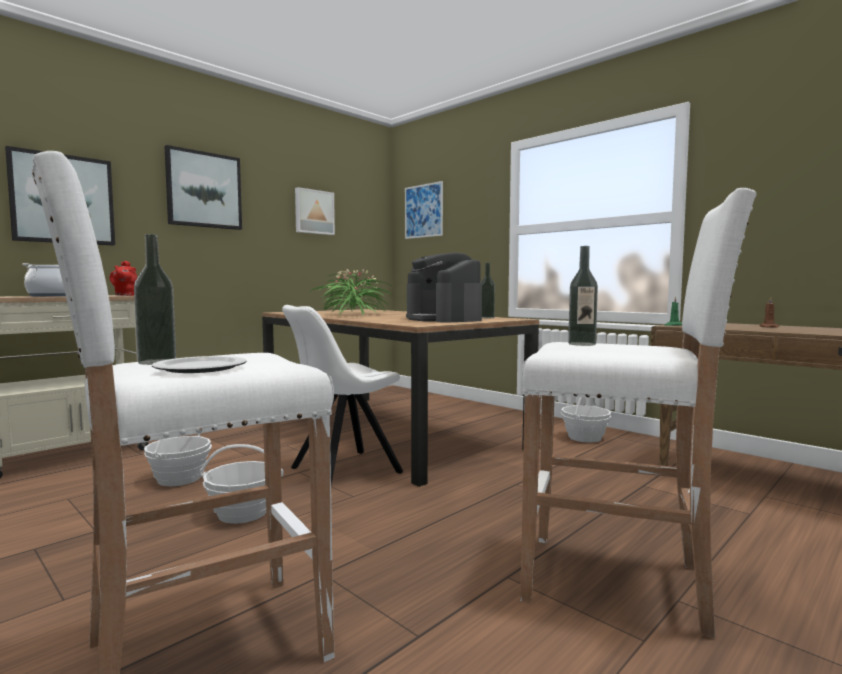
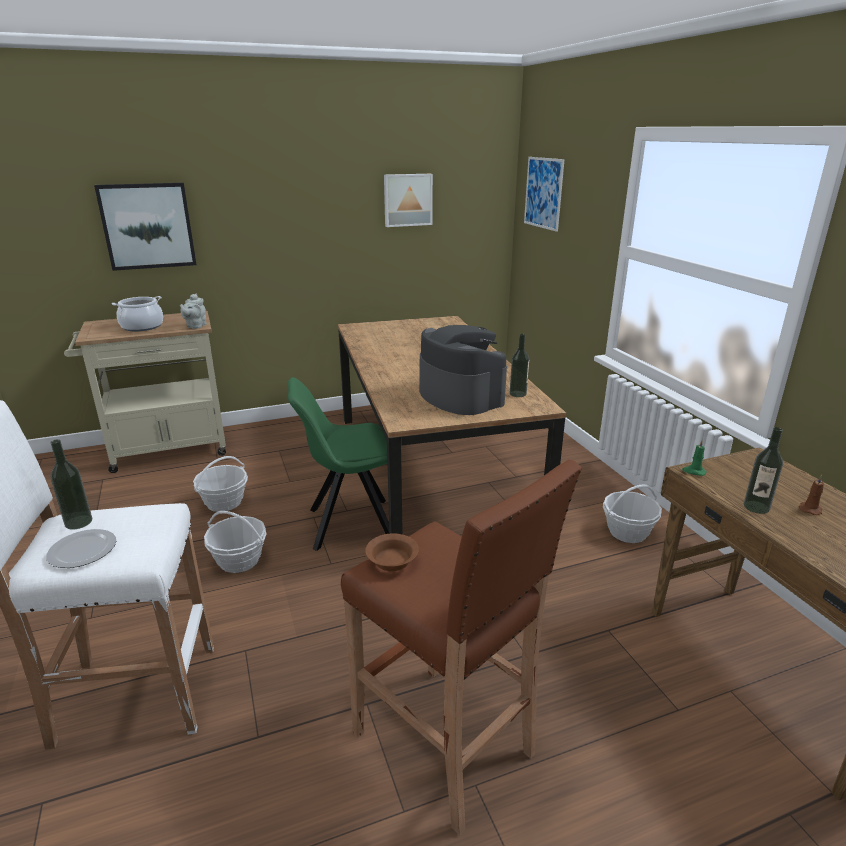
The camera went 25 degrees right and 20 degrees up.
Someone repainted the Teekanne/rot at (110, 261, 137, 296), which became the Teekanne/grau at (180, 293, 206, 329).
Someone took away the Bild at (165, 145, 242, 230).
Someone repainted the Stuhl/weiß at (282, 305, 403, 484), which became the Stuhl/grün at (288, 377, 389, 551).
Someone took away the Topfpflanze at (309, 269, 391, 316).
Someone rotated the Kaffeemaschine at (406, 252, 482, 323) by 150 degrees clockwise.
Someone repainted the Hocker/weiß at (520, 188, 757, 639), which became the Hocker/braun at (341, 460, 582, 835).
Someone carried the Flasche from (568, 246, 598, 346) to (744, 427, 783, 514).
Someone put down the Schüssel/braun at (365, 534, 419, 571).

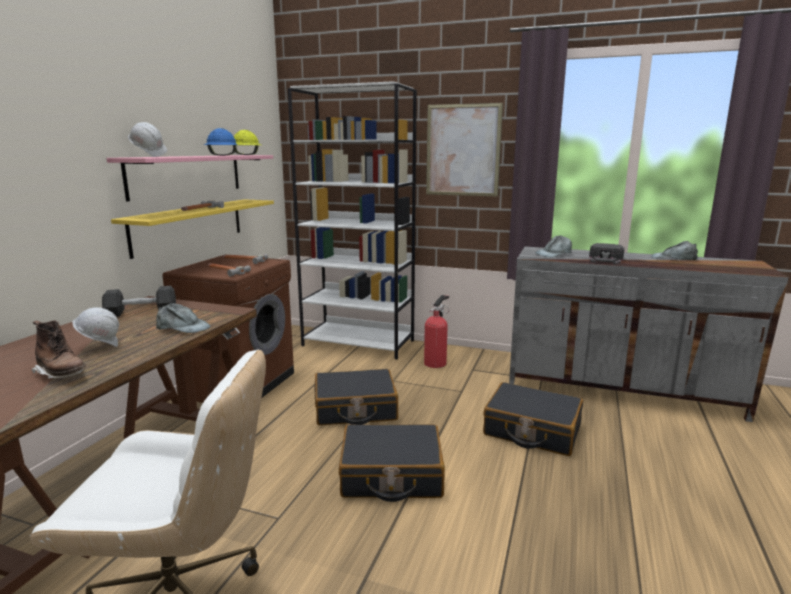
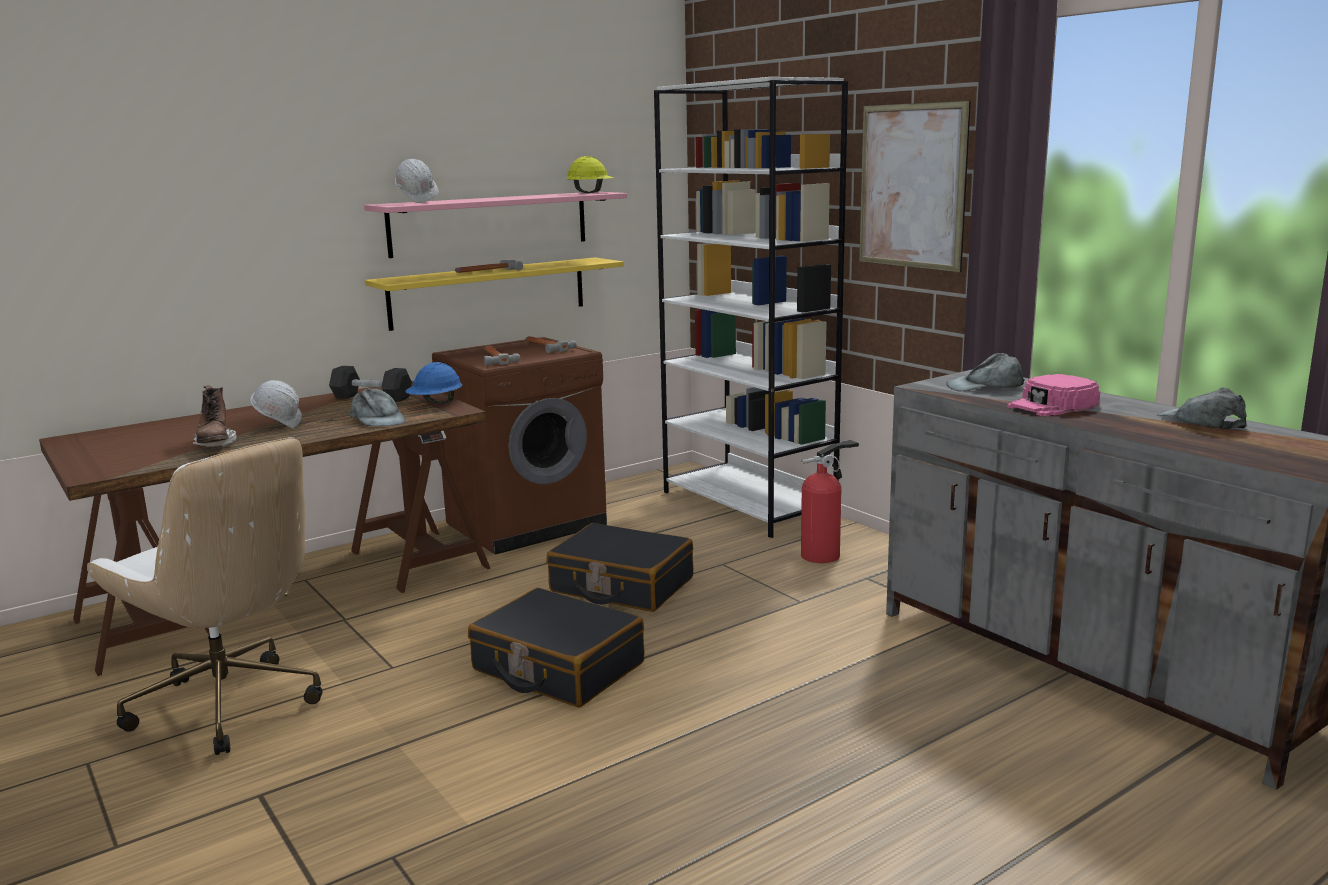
The camera went 35 degrees right and 0 degrees up.
Someone carried the Schutzhelm/blau from (204, 128, 237, 156) to (405, 362, 462, 404).
Someone took away the Koffer/schwarz at (483, 382, 583, 456).
Someone repainted the Kappe/schwarz at (589, 243, 625, 264), which became the Kappe/rosa at (1007, 374, 1100, 416).

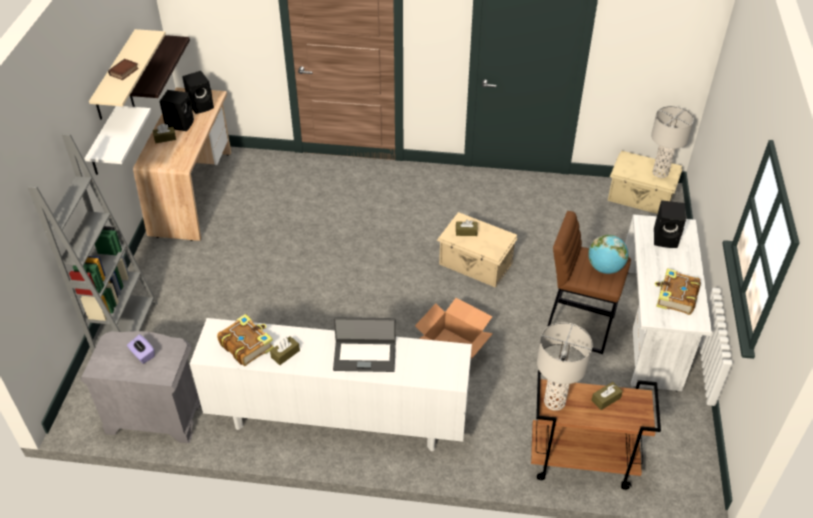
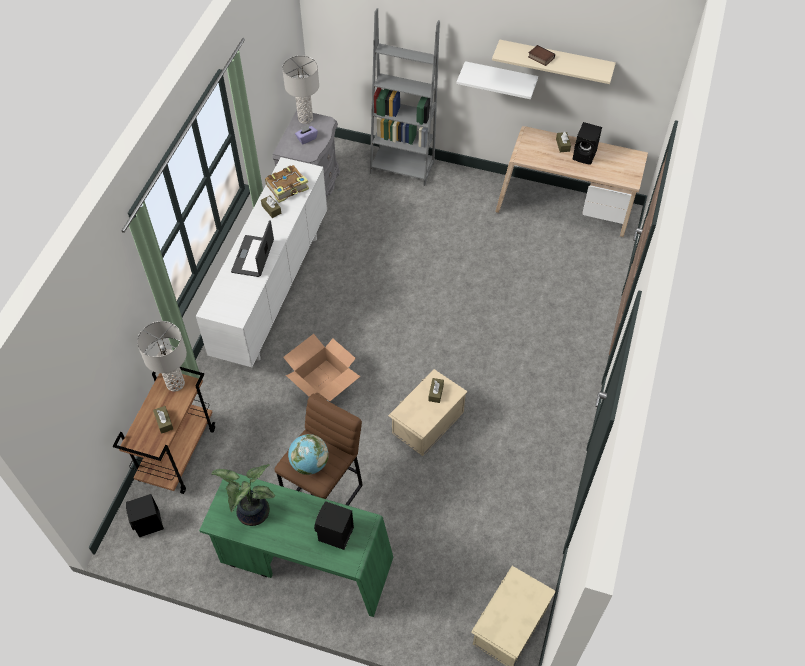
The camera went 100 degrees right and 10 degrees up.
Someone took away the Wandregal at (130, 35, 190, 107).
Someone carried the Lautsprecher/schwarz from (182, 71, 214, 114) to (126, 494, 164, 537).
Someone repainted the Schreibtisch/weiß at (625, 214, 712, 392), which became the Schreibtisch/grün at (199, 474, 393, 617).
Someone carried the Tischlampe/weiß from (651, 106, 694, 178) to (282, 55, 319, 124).
Someone swapped the Buch at (654, 268, 701, 315) for the Topfpflanze at (211, 464, 275, 526).

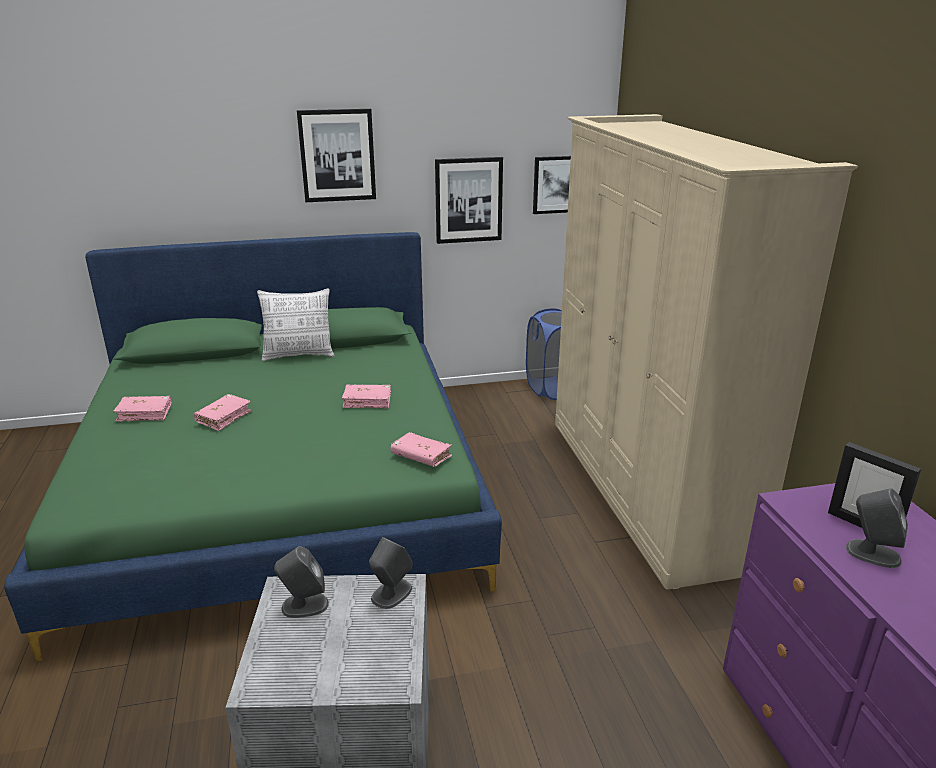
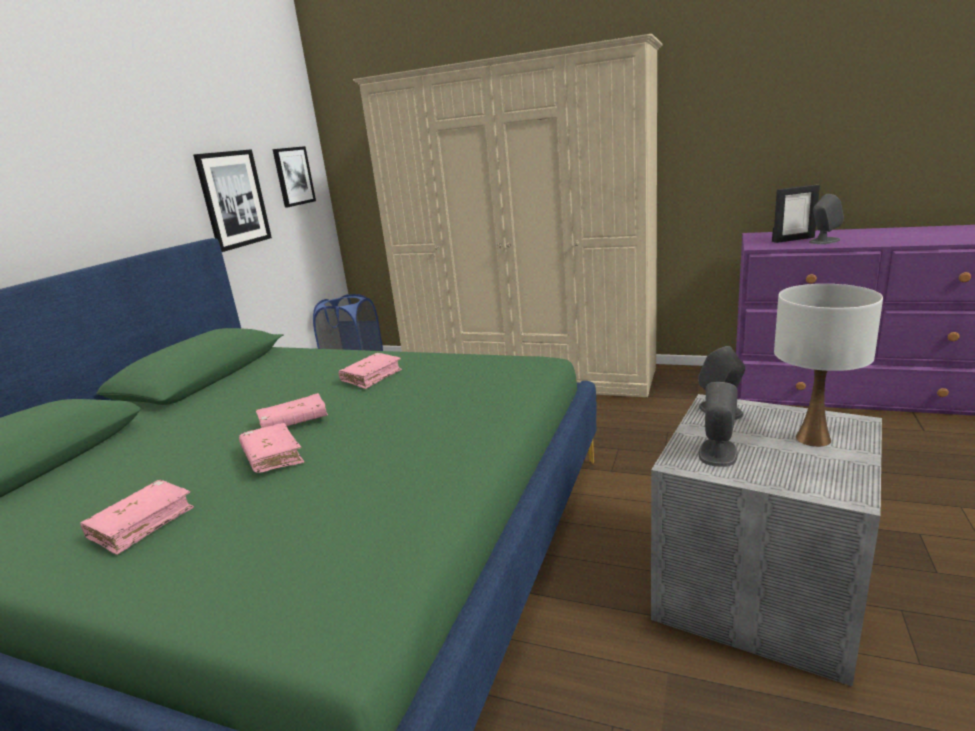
The camera went 55 degrees left and 5 degrees down.
Someone took away the Kissen at (257, 288, 335, 361).
Someone took away the Bild at (297, 109, 376, 202).
Someone carried the Buch/rosa from (391, 432, 452, 467) to (256, 393, 328, 428).
Someone put down the Tischlampe/weiß at (774, 284, 883, 447).

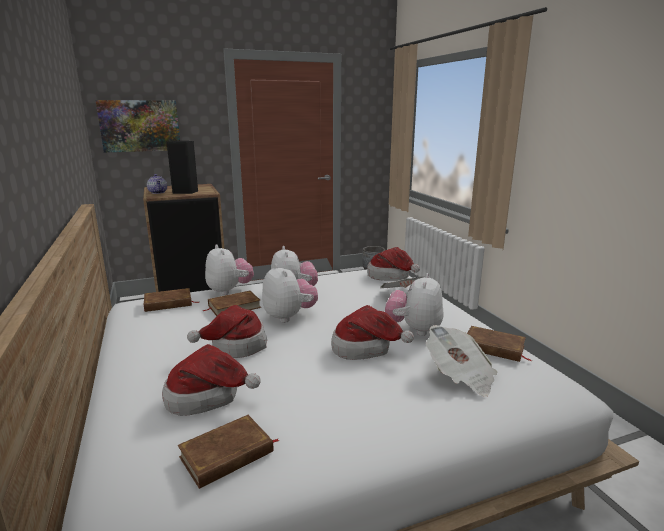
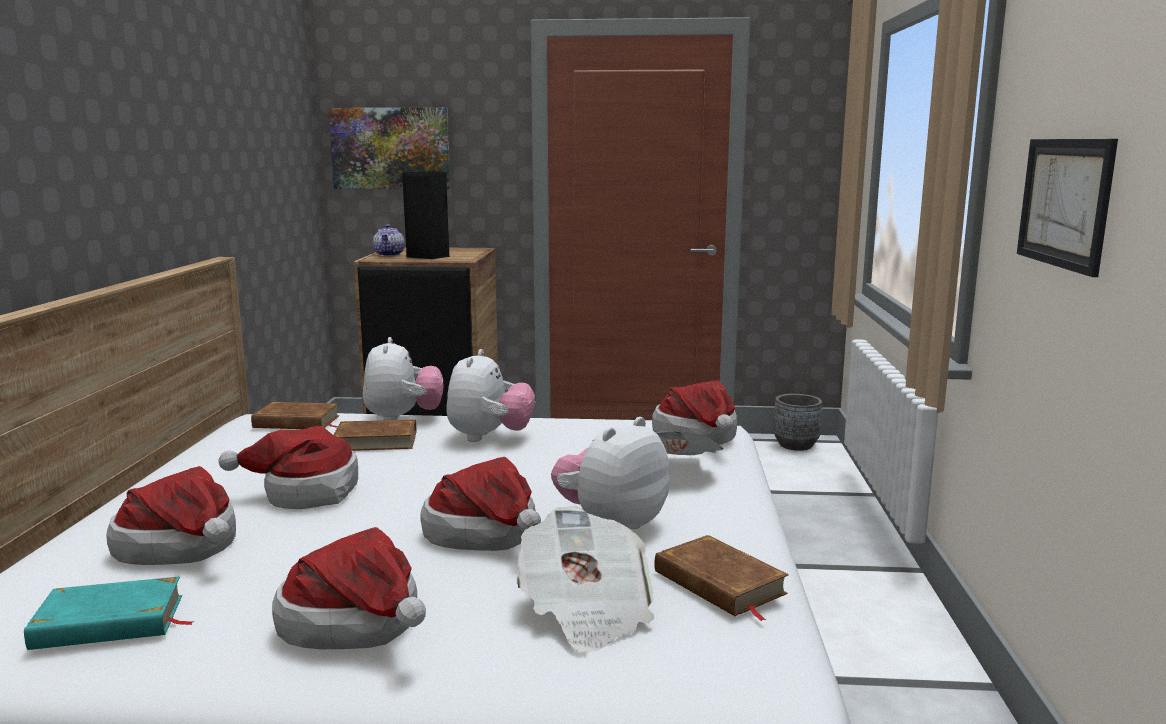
The camera went 25 degrees right and 5 degrees down.
Someone repainted the Buch/braun at (178, 415, 280, 489), which became the Buch/türkis at (24, 576, 195, 650).
Someone took away the Plüschtier at (262, 264, 318, 323).
Someone put down the Hut at (272, 527, 426, 649).
Someone put up the Bild at (1017, 139, 1118, 277).

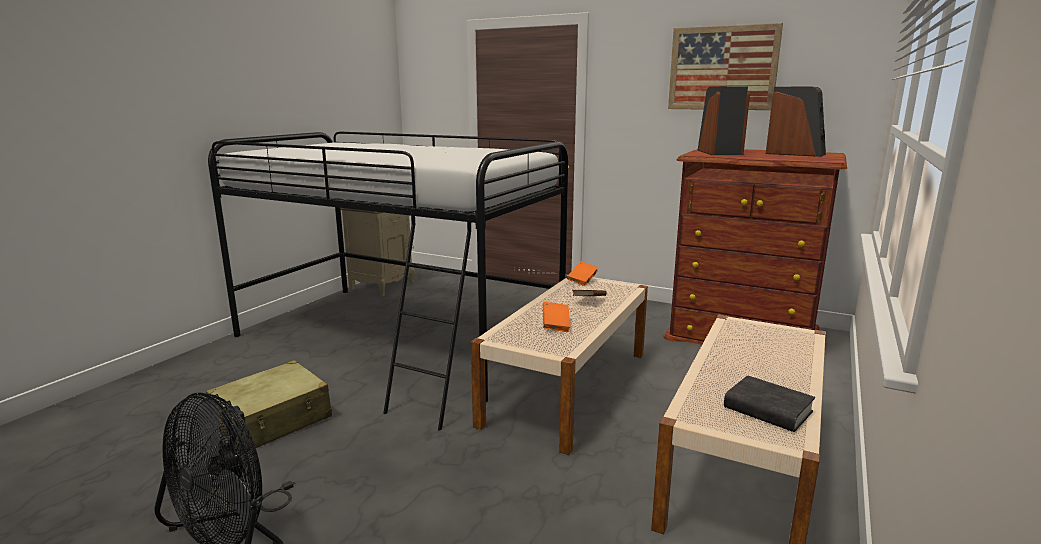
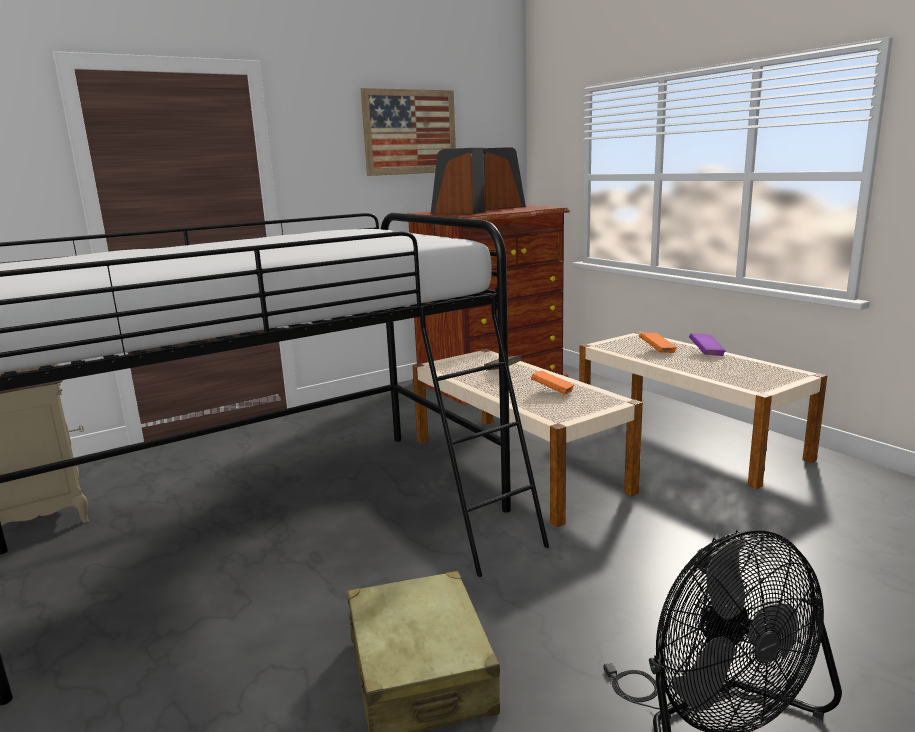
The camera went 60 degrees left and 0 degrees up.
Someone carried the Buch/orange from (567, 261, 598, 286) to (639, 333, 677, 353).
Someone took away the Buch/schwarz at (724, 375, 815, 432).
Someone put down the Buch/lila at (689, 333, 726, 356).

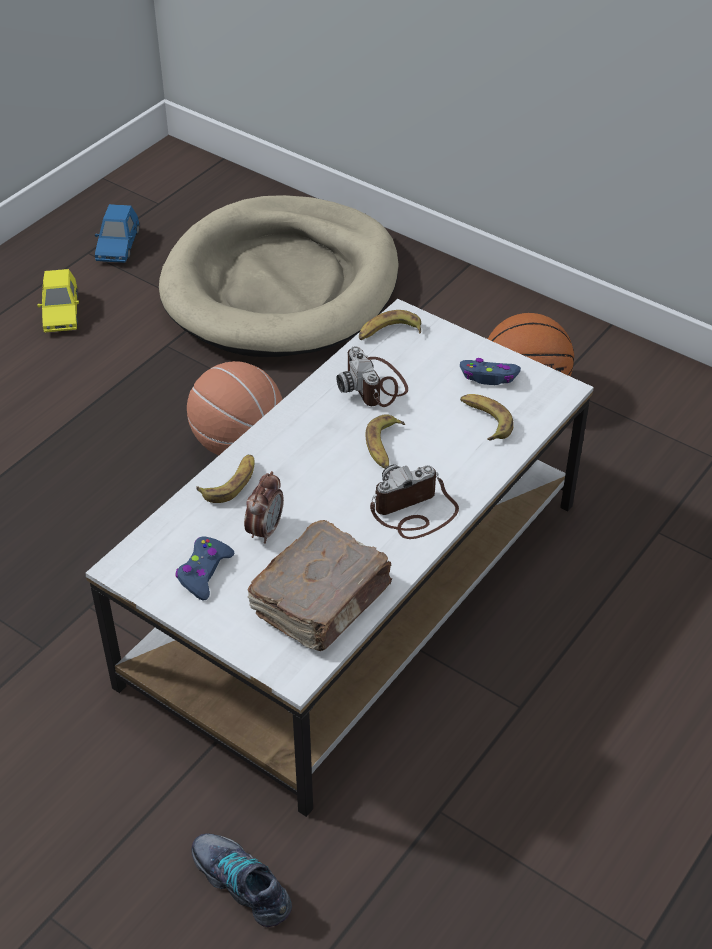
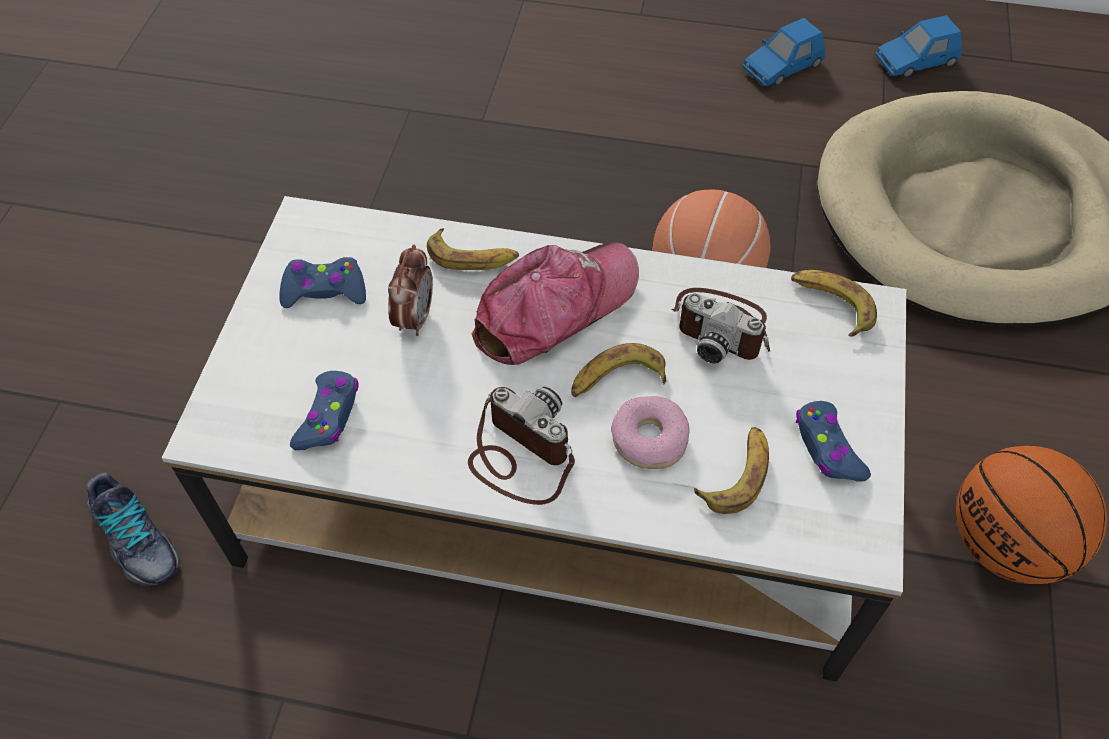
The camera went 65 degrees right and 10 degrees up.
Someone repainted the Spielzeugauto/gelb at (38, 269, 79, 332), which became the Spielzeugauto/blau at (743, 18, 825, 86).
Someone rotated the Schuh at (191, 833, 292, 927) by 120 degrees clockwise.
Someone rotated the Wecker at (244, 471, 284, 544) by 75 degrees counterclockwise.
Someone swapped the Buch/braun at (248, 520, 392, 651) for the Gamepad/blau at (290, 371, 358, 450).
Someone rotated the Kamera at (336, 346, 408, 407) by 105 degrees counterclockwise.
Someone put down the Kappe at (472, 242, 639, 365).
Someone put down the Donut at (611, 396, 690, 469).

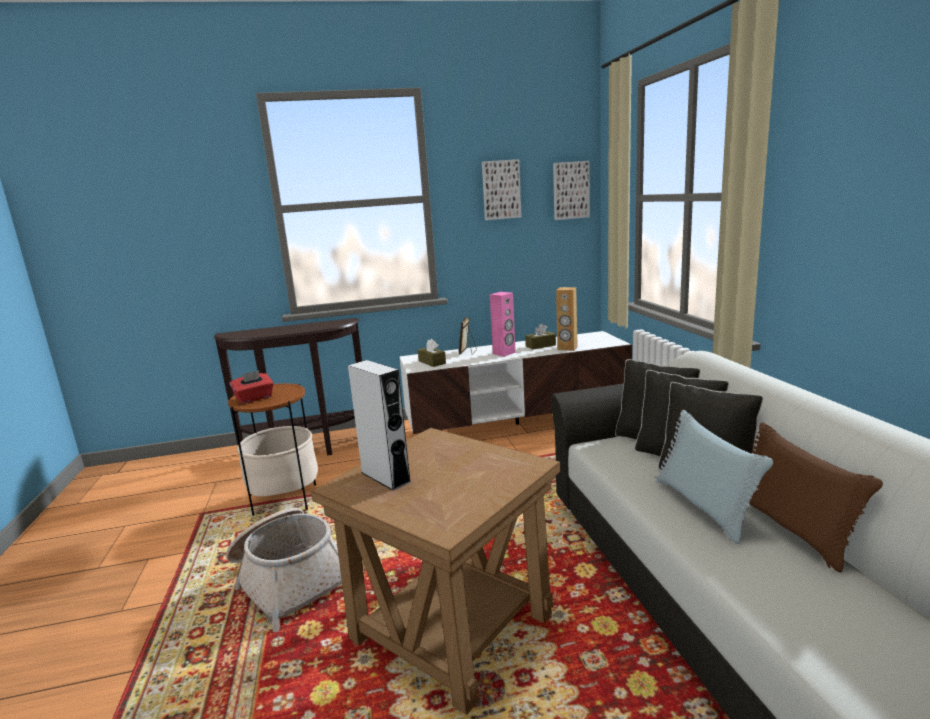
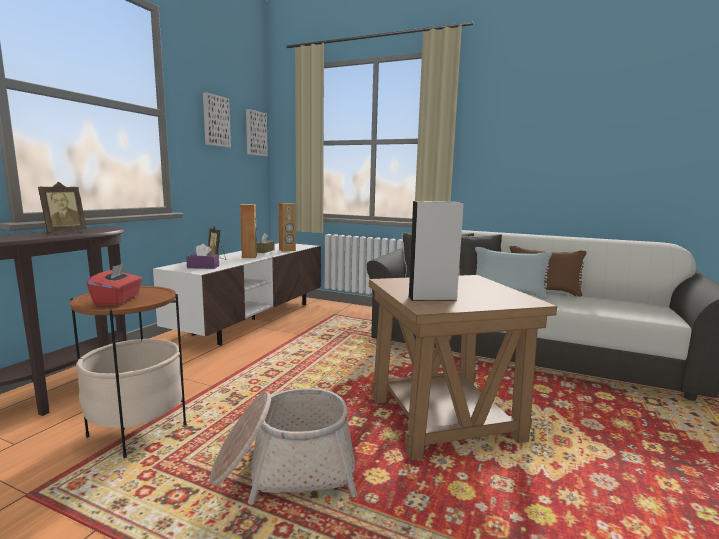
The camera went 55 degrees left and 5 degrees down.
Someone repainted the Taschentuchbox/braun at (418, 339, 446, 367), which became the Taschentuchbox/lila at (186, 244, 219, 269).
Someone repainted the Lautsprecher/rosa at (490, 292, 516, 357), which became the Lautsprecher/braun at (240, 204, 257, 258).
Someone put down the Bilderrahmen at (38, 182, 86, 233).

